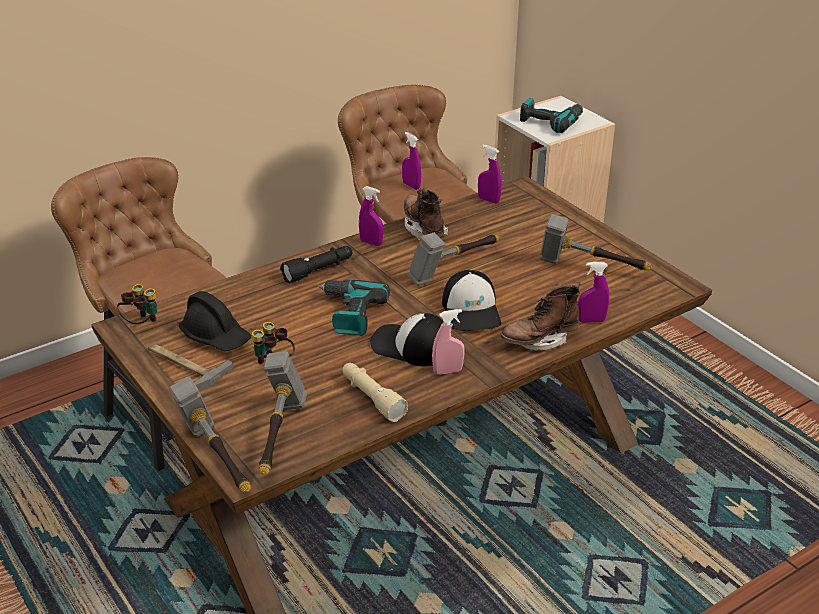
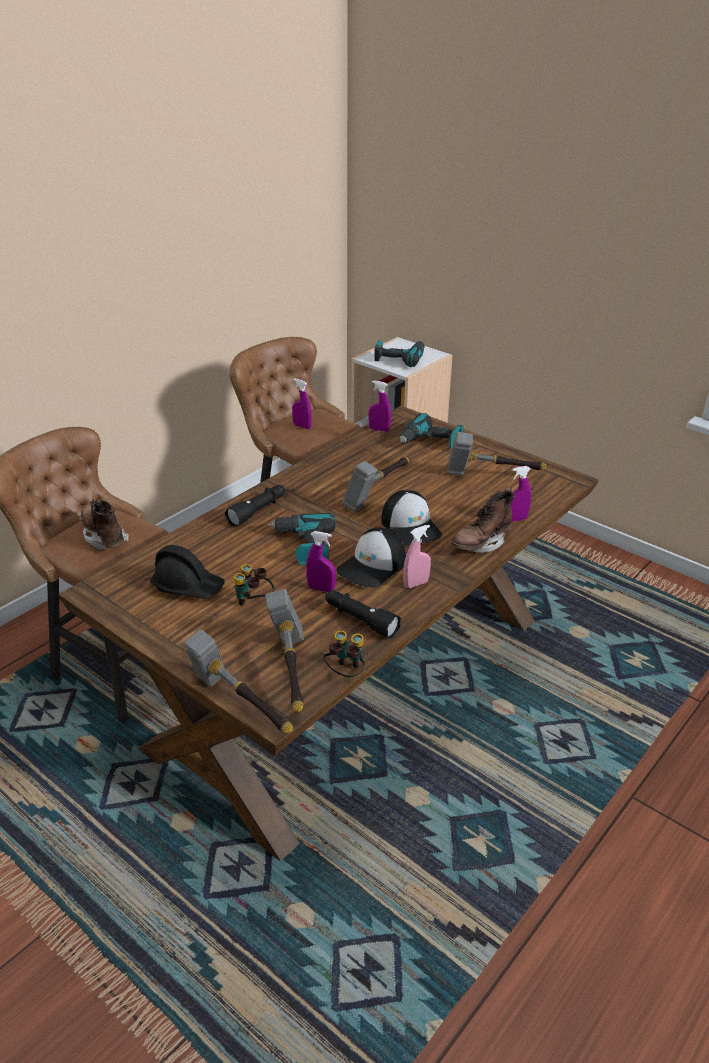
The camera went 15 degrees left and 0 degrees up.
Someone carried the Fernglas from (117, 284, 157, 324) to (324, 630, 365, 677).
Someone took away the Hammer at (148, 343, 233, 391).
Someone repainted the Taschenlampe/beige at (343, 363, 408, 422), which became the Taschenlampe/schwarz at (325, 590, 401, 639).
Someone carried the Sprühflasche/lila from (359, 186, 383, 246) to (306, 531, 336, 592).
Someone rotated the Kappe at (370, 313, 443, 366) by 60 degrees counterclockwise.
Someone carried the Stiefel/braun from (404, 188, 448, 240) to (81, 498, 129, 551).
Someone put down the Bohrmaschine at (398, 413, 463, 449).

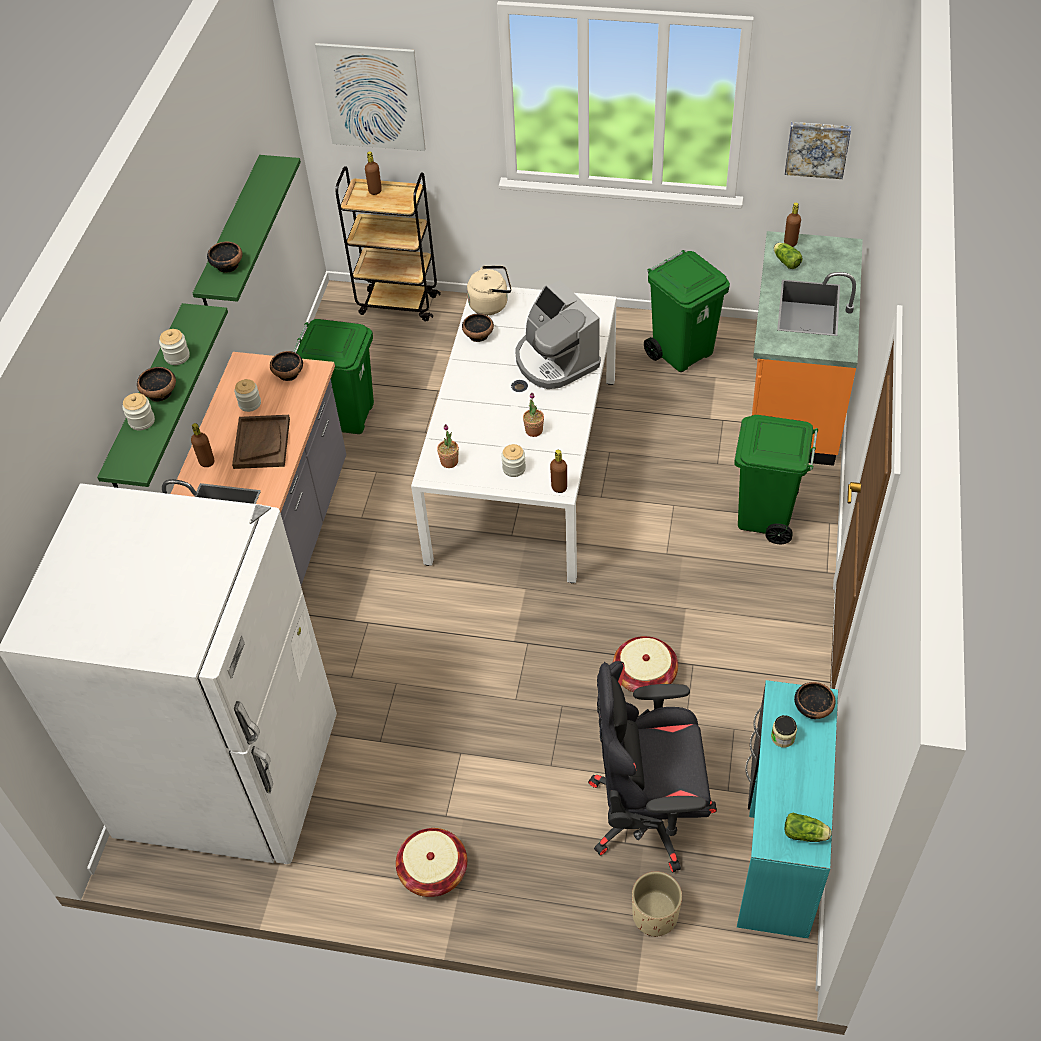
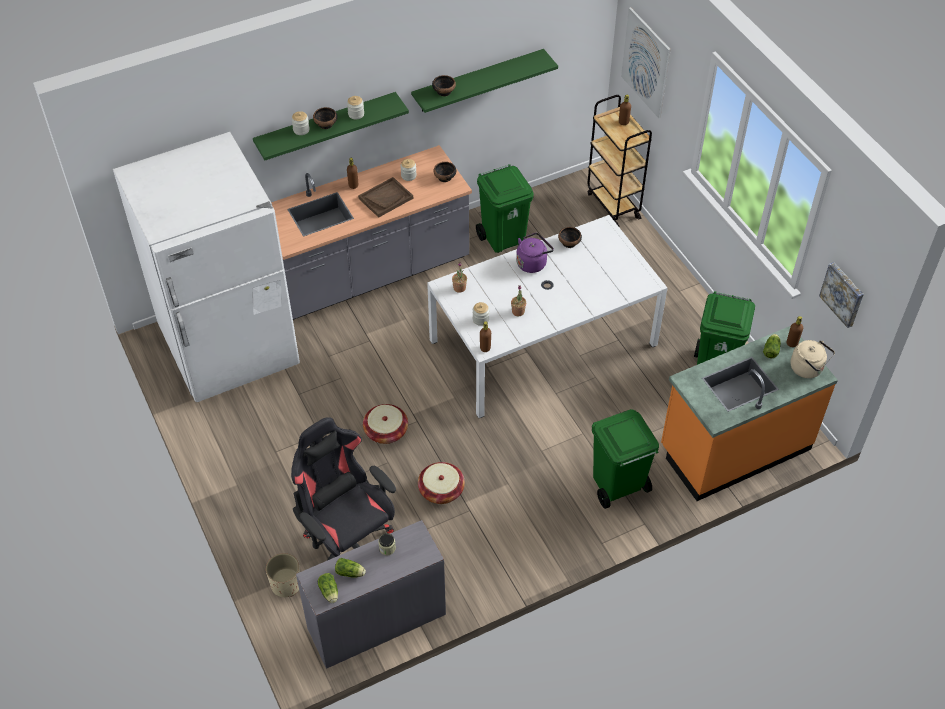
The camera went 50 degrees right and 0 degrees up.
Someone carried the Korb from (396, 828, 467, 897) to (363, 404, 408, 444).
Someone carried the Wasserkessel/beige from (467, 265, 512, 315) to (791, 340, 835, 378).
Someone took away the Kaffeemaschine at (515, 280, 601, 389).
Someone repainted the Schreibtisch/türkis at (737, 680, 838, 938), which became the Schreibtisch/grau at (296, 520, 446, 669).
Someone took away the Schüssel at (794, 682, 835, 719).
Someone put down the Salatkopf at (335, 558, 366, 578).
Someone put down the Wasserkessel/lila at (516, 233, 554, 273).

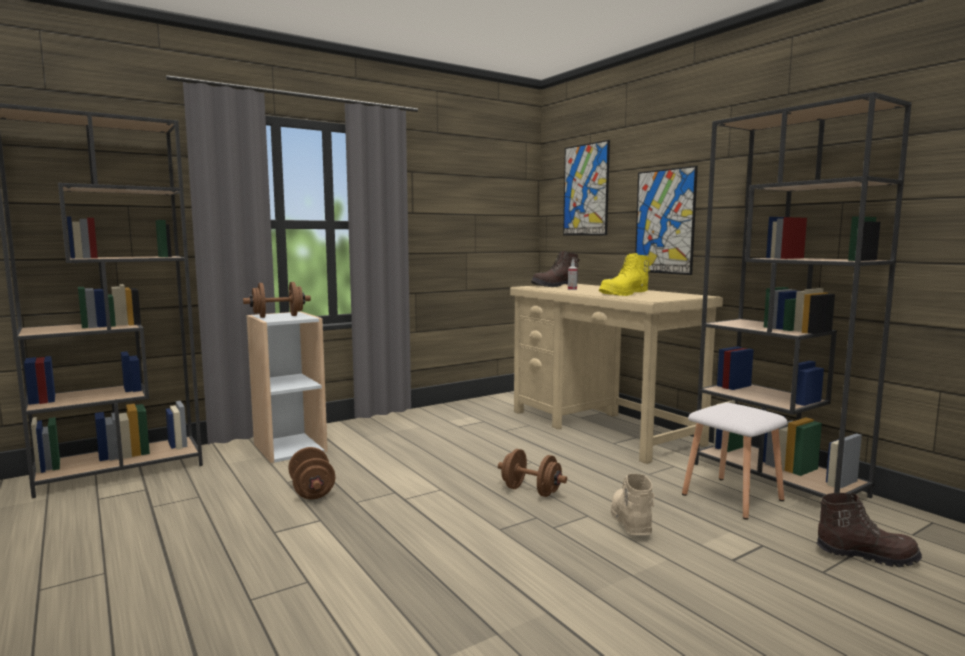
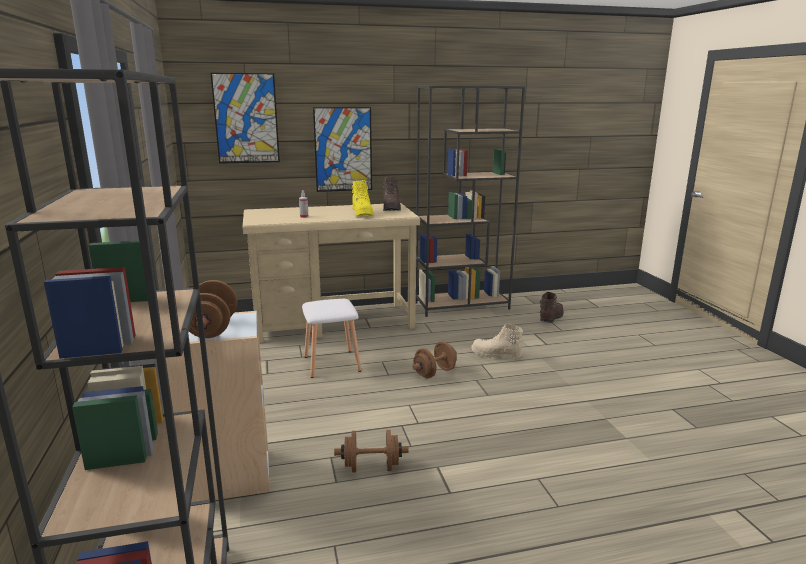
The camera went 70 degrees left and 10 degrees up.
Someone carried the Stiefel/braun from (531, 251, 580, 287) to (383, 176, 401, 211).
Someone carried the Hocker/weiß from (682, 403, 788, 520) to (302, 299, 361, 378).

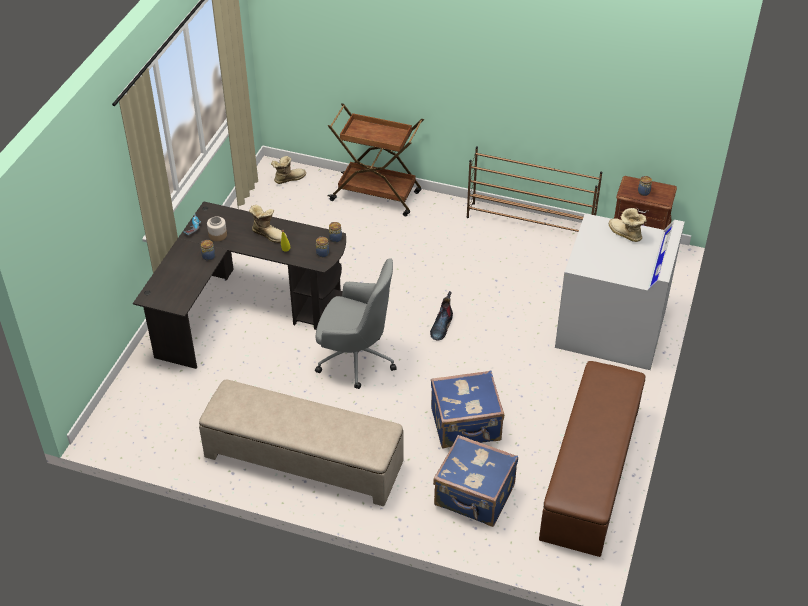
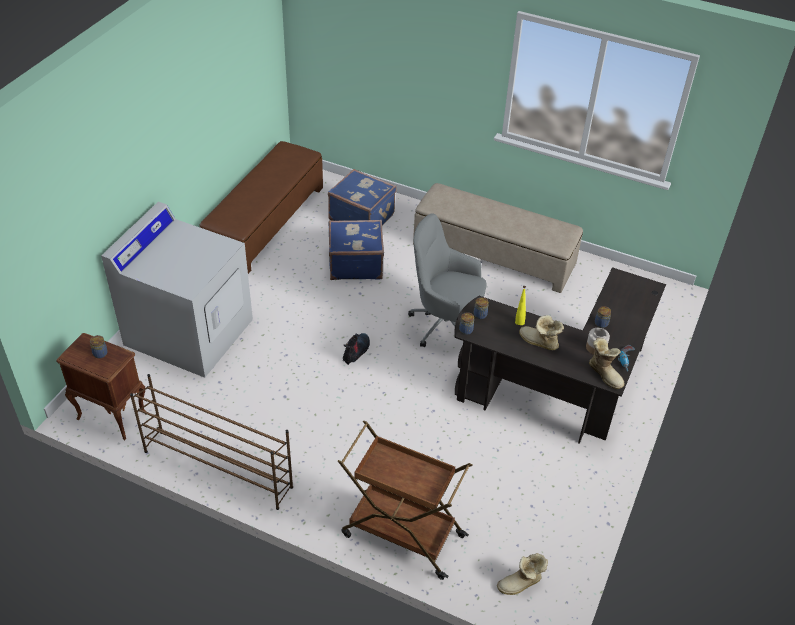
The camera went 175 degrees left and 0 degrees up.
Someone carried the Stiefel from (609, 208, 646, 242) to (589, 338, 625, 390).

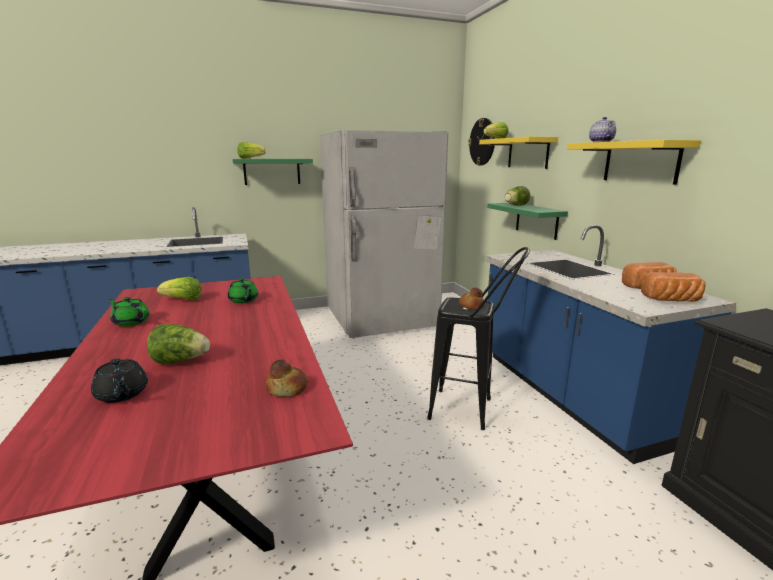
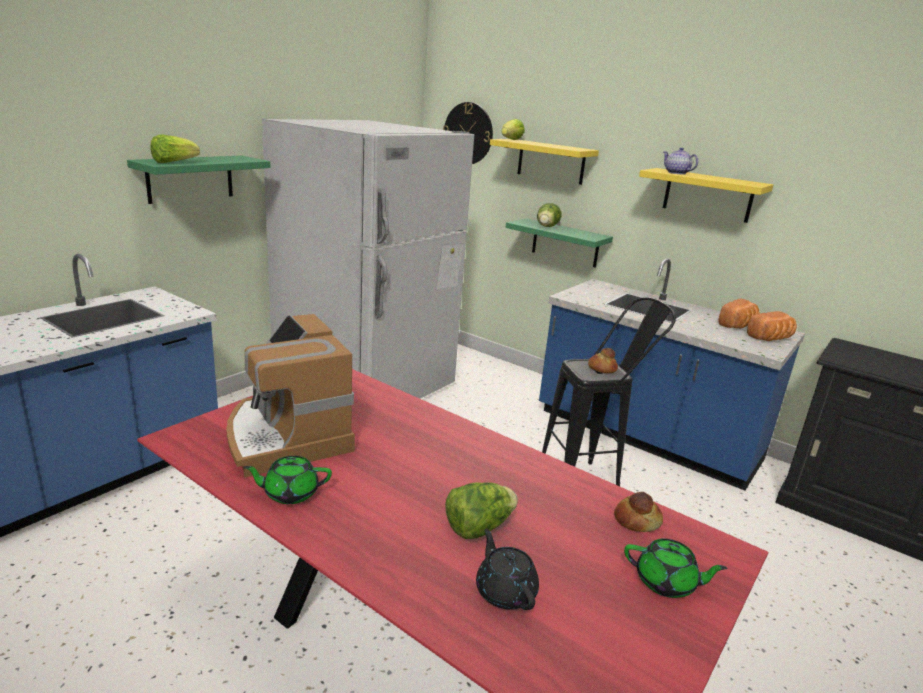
The camera went 35 degrees left and 5 degrees up.
Someone rotated the Teekanne/schwarz at (91, 358, 148, 403) by 135 degrees counterclockwise.
Someone swapped the Salatkopf at (157, 277, 202, 301) for the Kaffeemaschine at (226, 314, 355, 478).
Someone carried the Teekanne/grün from (228, 278, 258, 304) to (624, 538, 727, 598).

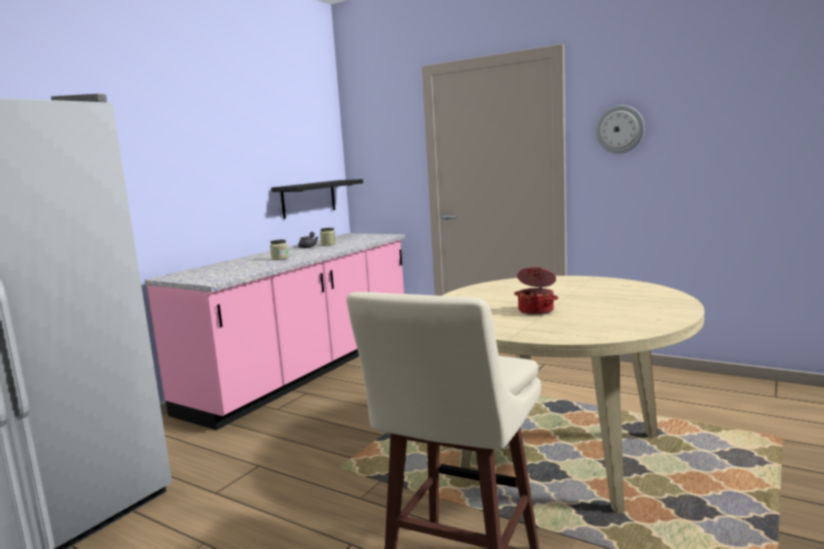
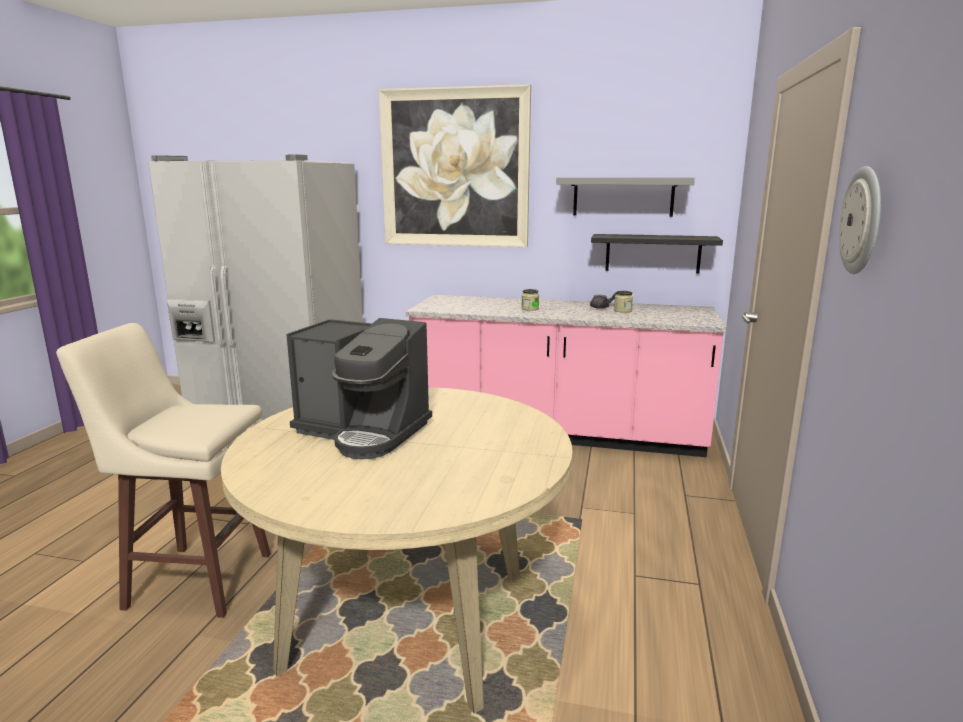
The camera went 70 degrees right and 5 degrees up.
Someone swapped the Kochtopf at (514, 267, 558, 315) for the Kaffeemaschine at (286, 318, 432, 459).
Someone put up the Bild at (379, 84, 531, 247).
Someone put up the Wandregal/grau at (556, 178, 695, 217).

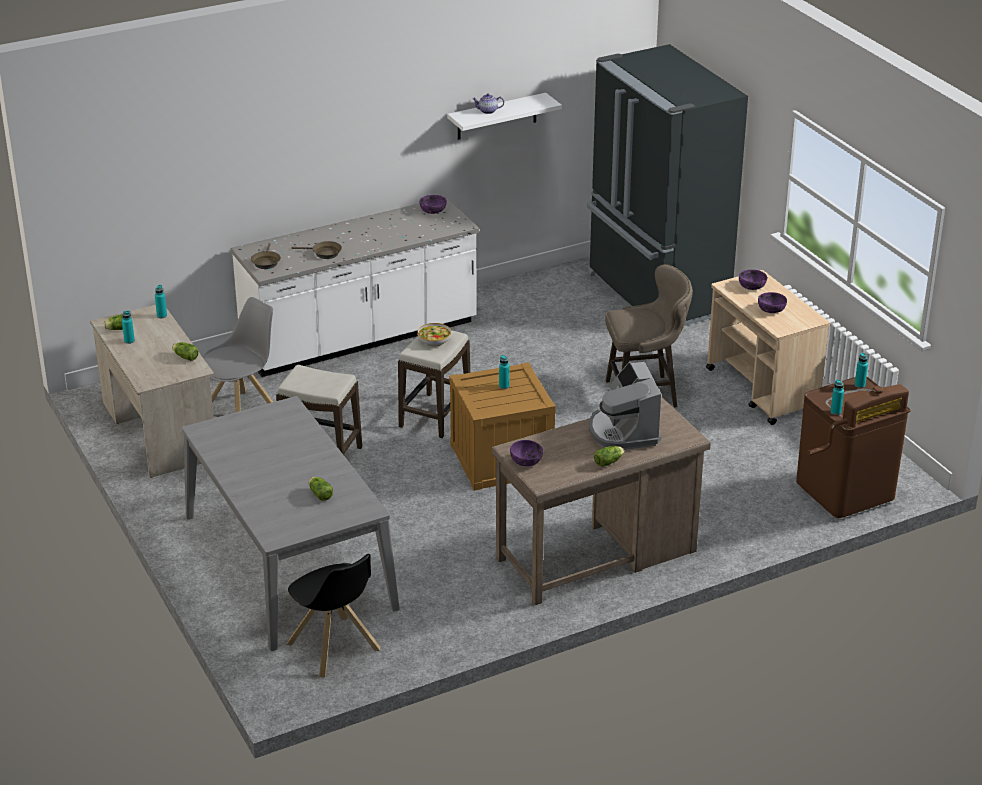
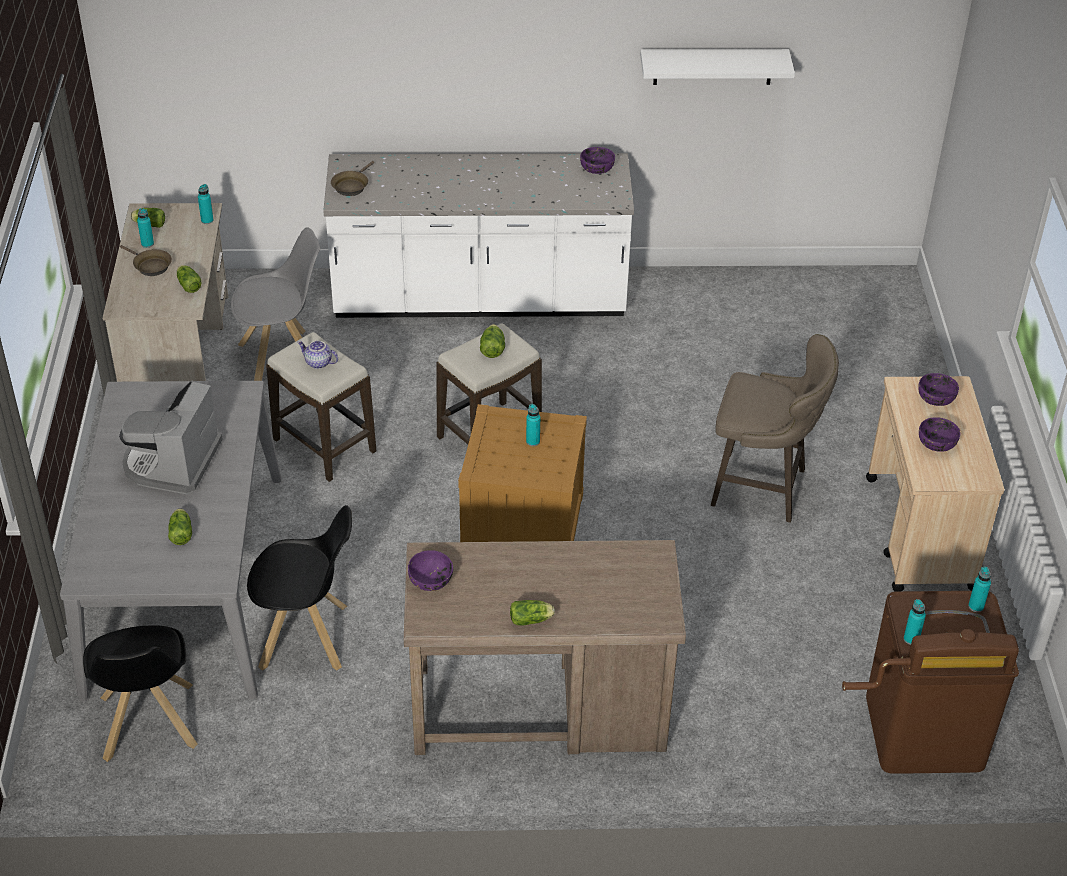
The camera went 25 degrees right and 10 degrees up.
Someone carried the Pfanne/braun from (292, 241, 342, 259) to (120, 245, 172, 276).
Someone swapped the Schüssel at (417, 323, 451, 347) for the Salatkopf at (480, 324, 505, 358).
Someone carried the Teekanne from (472, 93, 504, 114) to (297, 341, 338, 369).
Someone took away the Kühlschrank/schwarz at (587, 44, 748, 326).
Someone carried the Kaffeemaschine from (589, 362, 661, 450) to (119, 380, 222, 494).
Someone put down the Stuhl/schwarz at (247, 505, 352, 671).

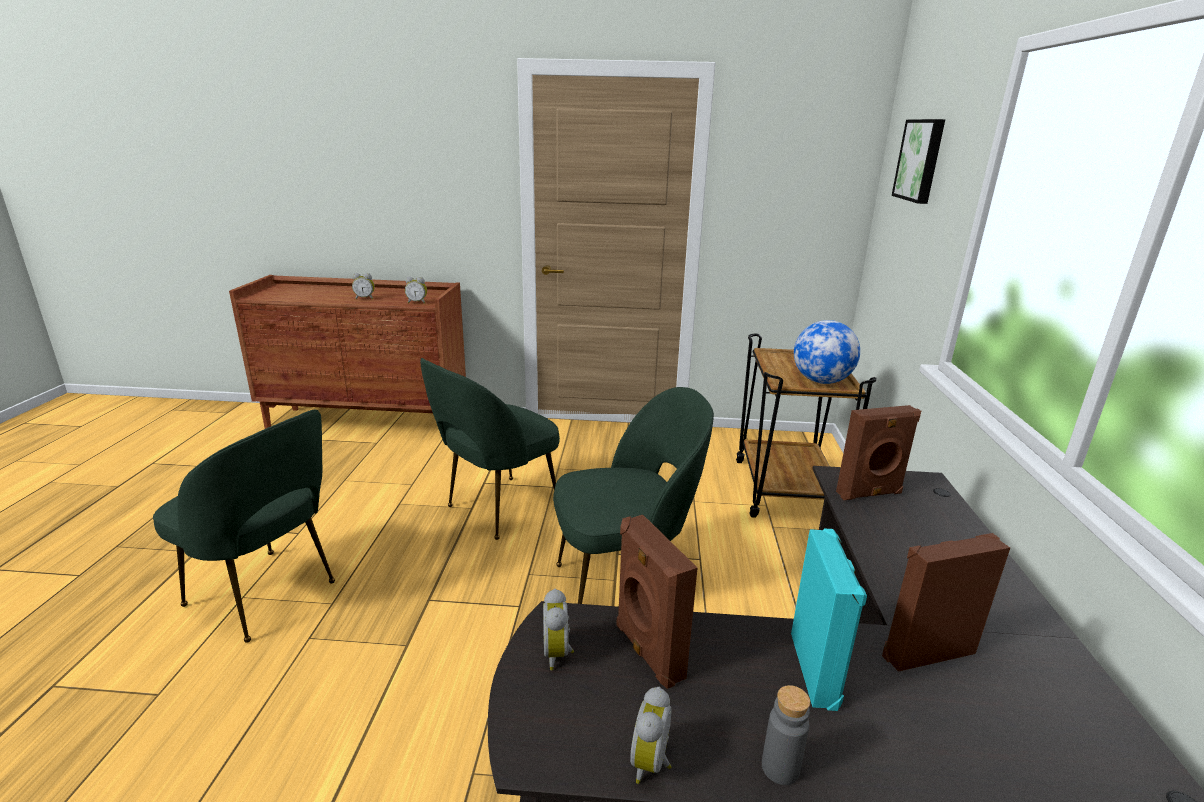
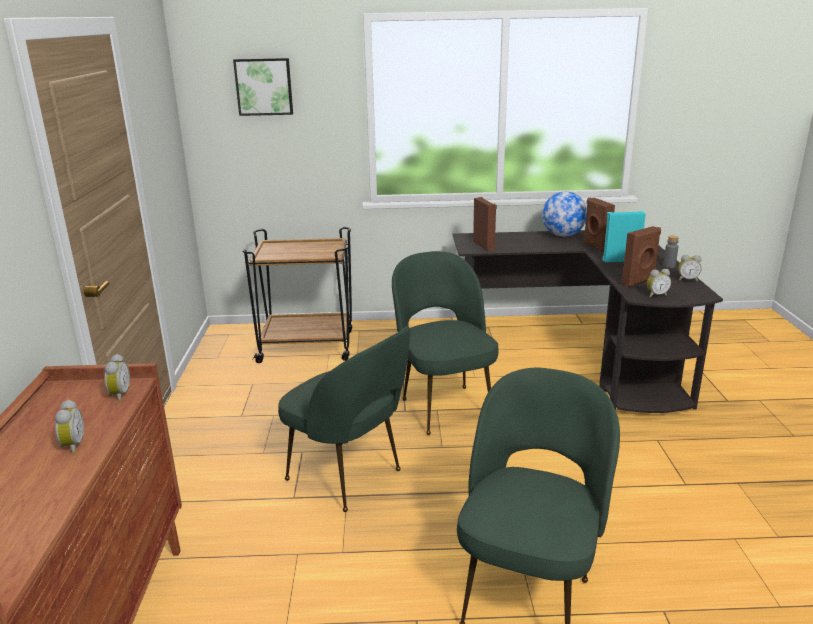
The camera went 95 degrees left and 0 degrees up.
Someone carried the Globus from (794, 320, 860, 384) to (542, 192, 587, 237).

